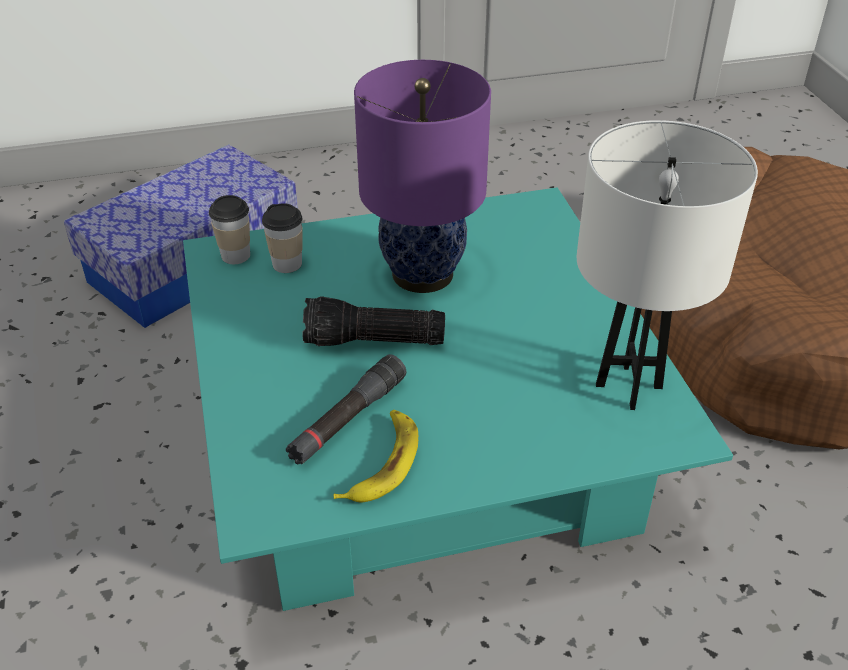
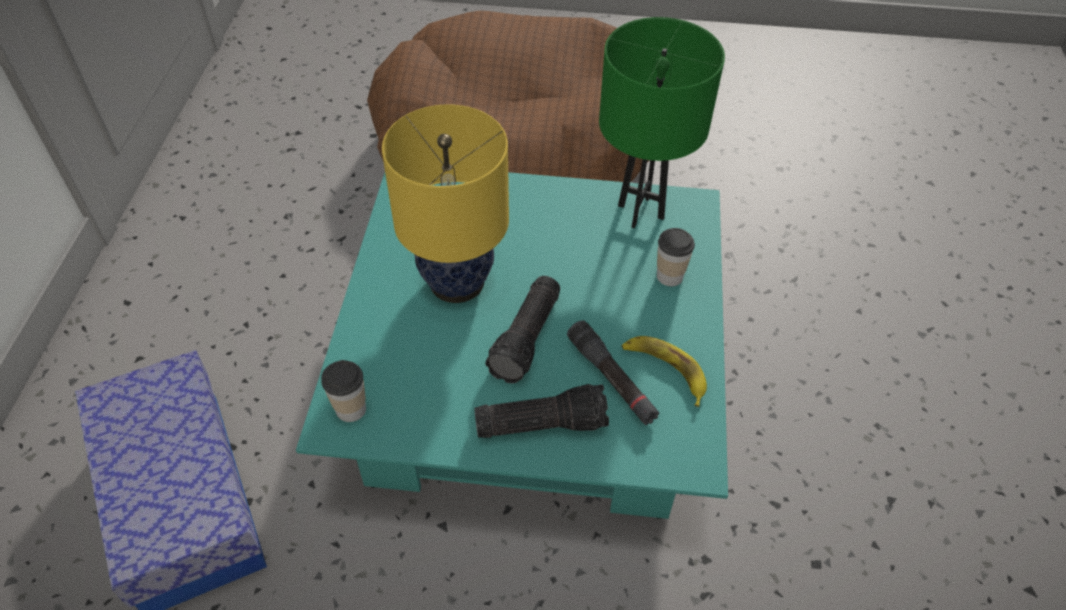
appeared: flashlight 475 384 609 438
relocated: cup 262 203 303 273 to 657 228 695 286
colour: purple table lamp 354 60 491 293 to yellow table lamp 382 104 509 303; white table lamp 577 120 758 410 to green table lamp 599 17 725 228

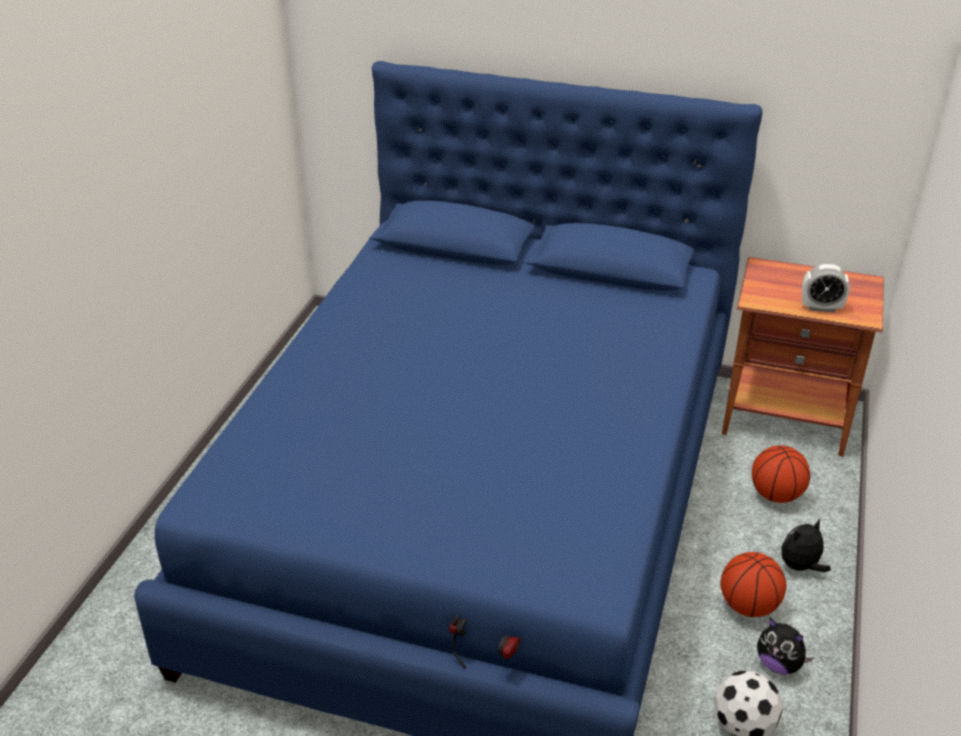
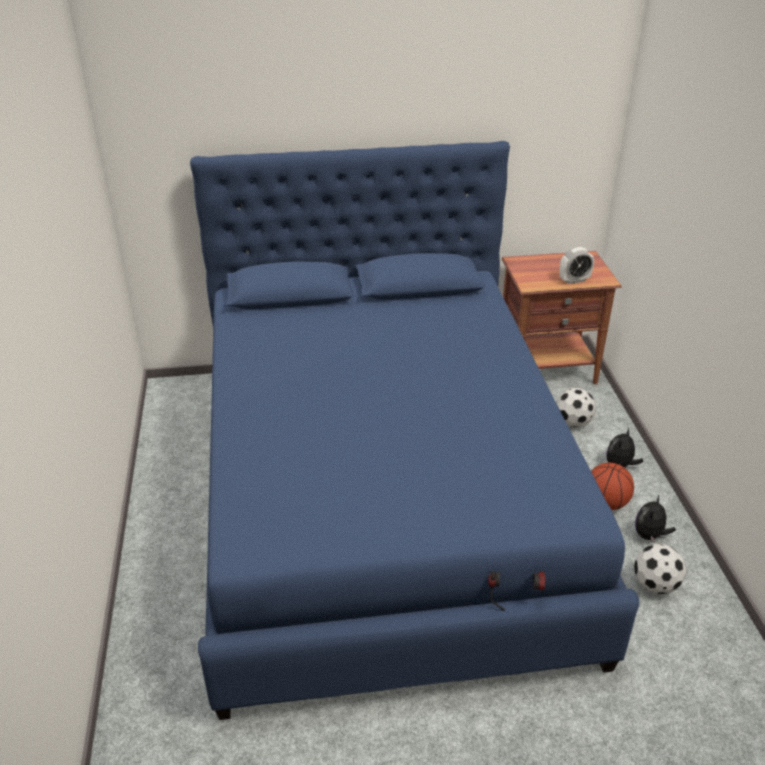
exchanged: basketball 752 445 810 503 to football 556 388 596 427
spun: plush toy 757 618 813 675 = 635 495 676 544 105 degrees clockwise

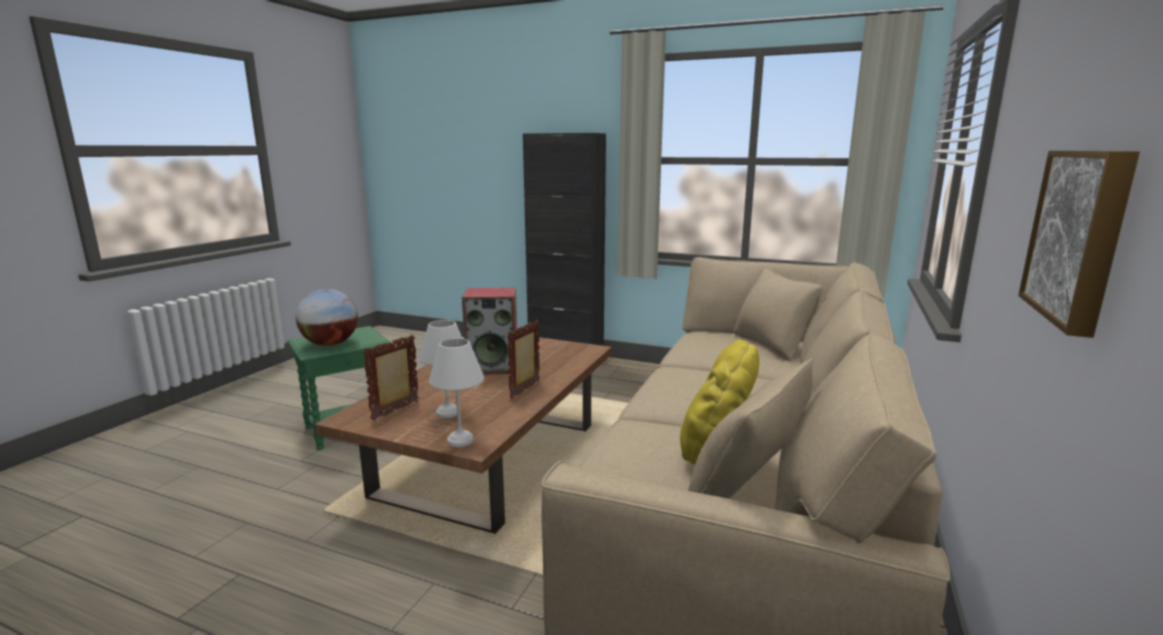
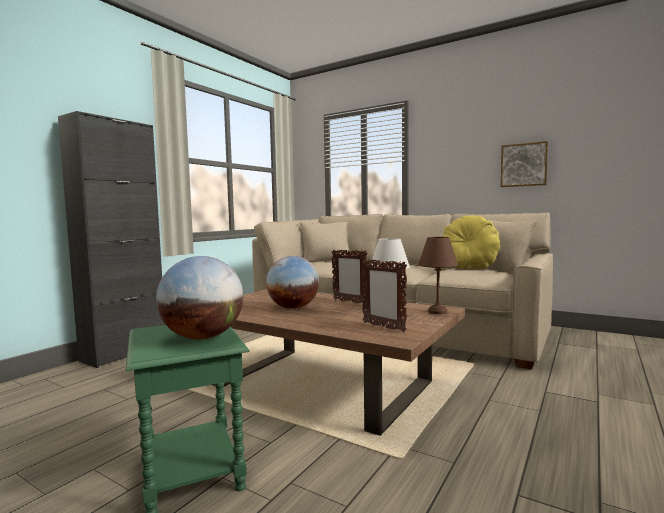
exchanged: speaker 462 288 517 374 to globe 266 256 319 309
colour: white table lamp 429 338 484 447 to brown table lamp 418 237 458 314

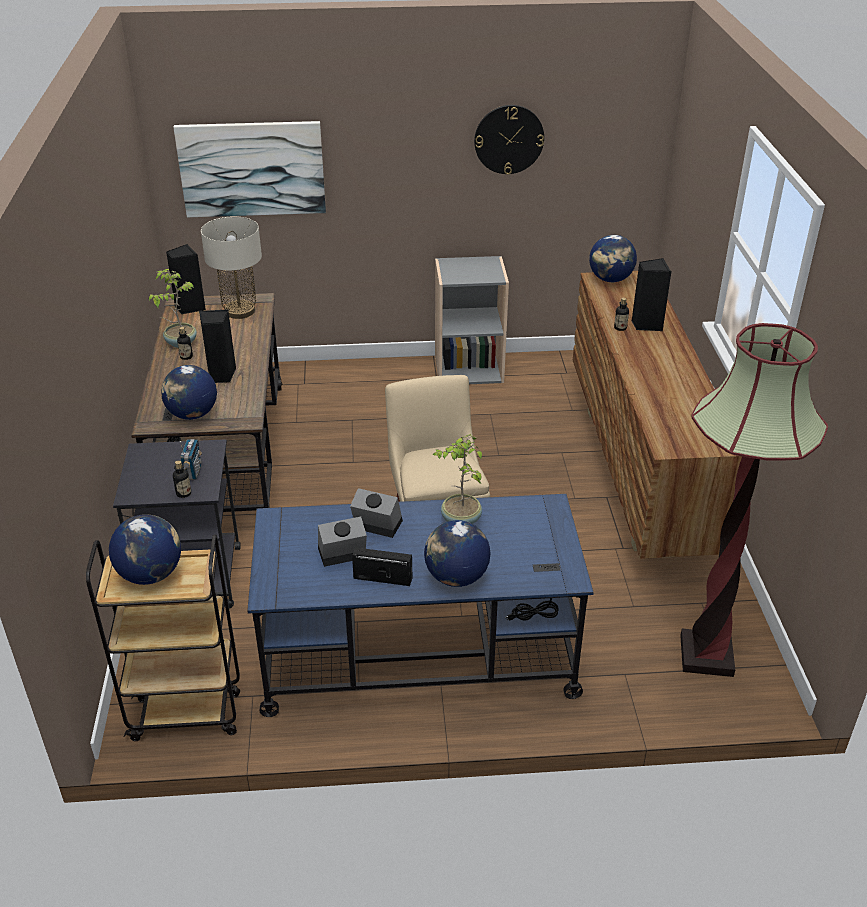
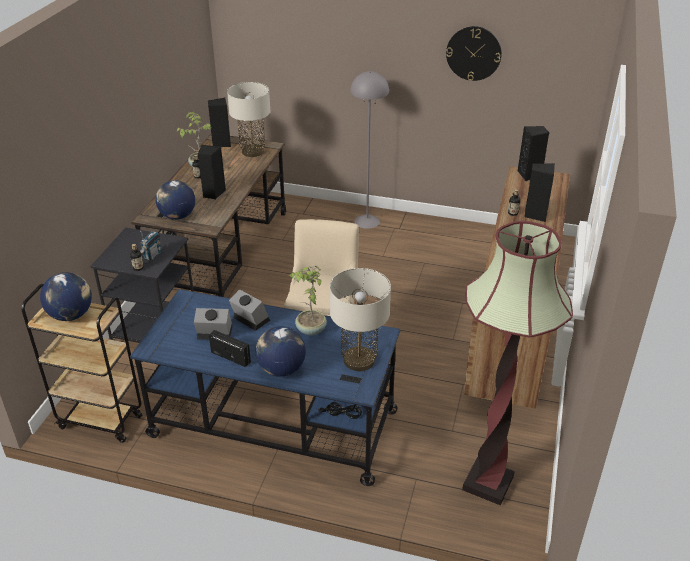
missing: picture 173 121 326 218; grey bookcase 435 256 509 384
appeared: table lamp 330 268 391 371; grey floor lamp 350 71 389 229
exchanged: globe 589 235 637 282 to black speaker 518 126 549 181

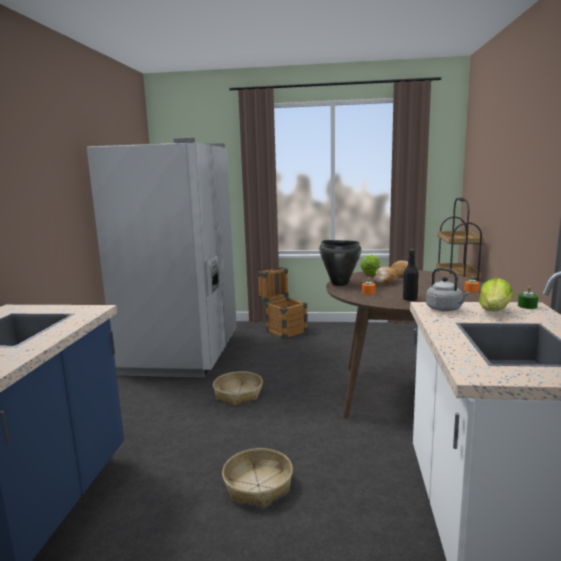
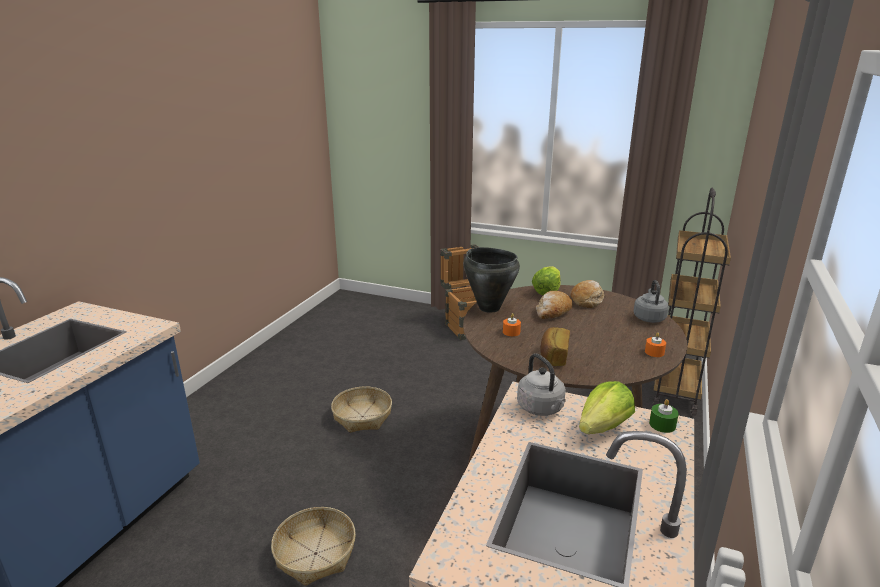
missing: white fridge 87 138 237 377
appeared: grey kettle 634 280 669 323
exchanged: black bottle 403 249 418 301 to bread 541 327 570 366

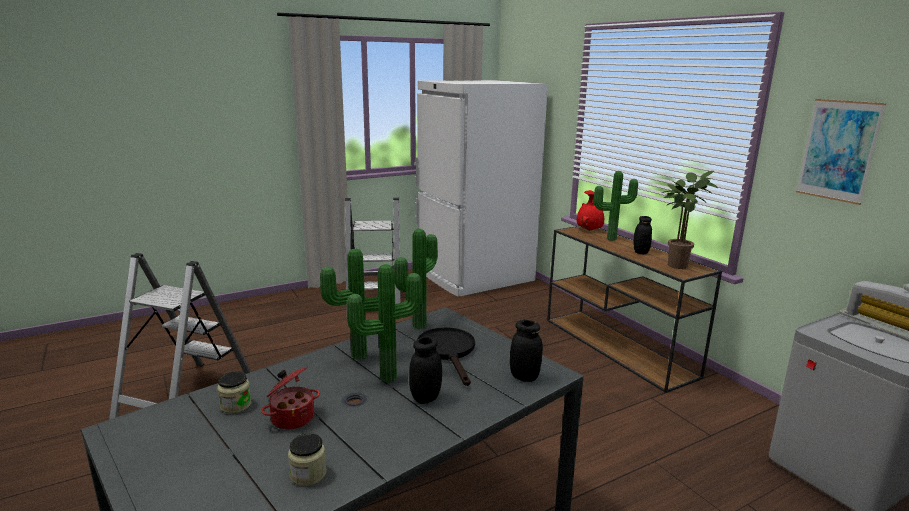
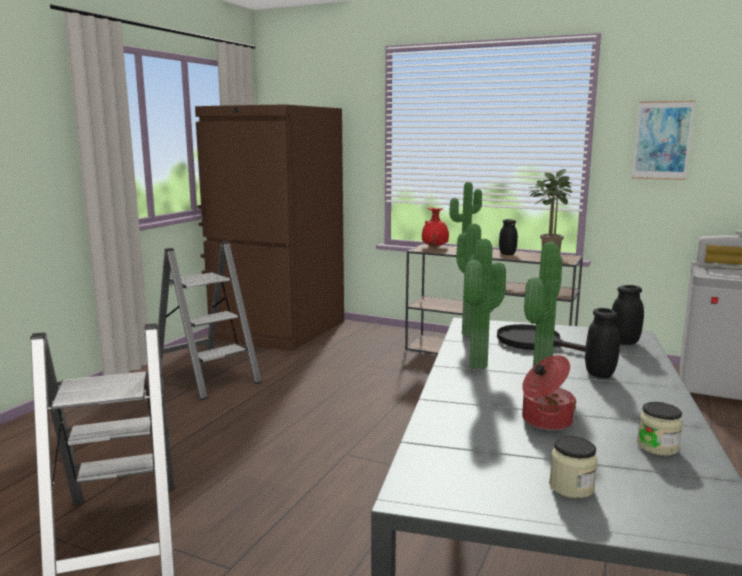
relocated: jar 217 371 251 414 to 549 436 598 498
colour: white fridge 414 80 548 297 to brown fridge 195 105 344 351

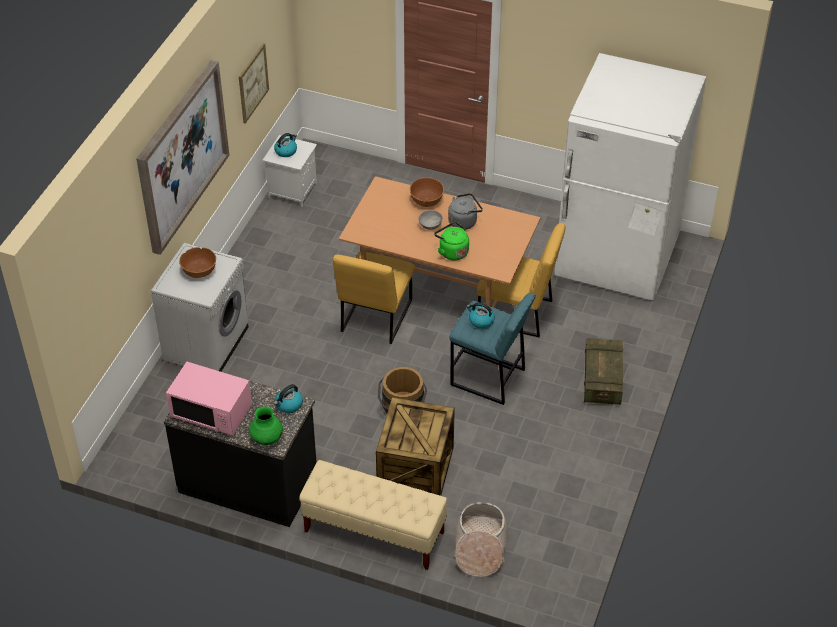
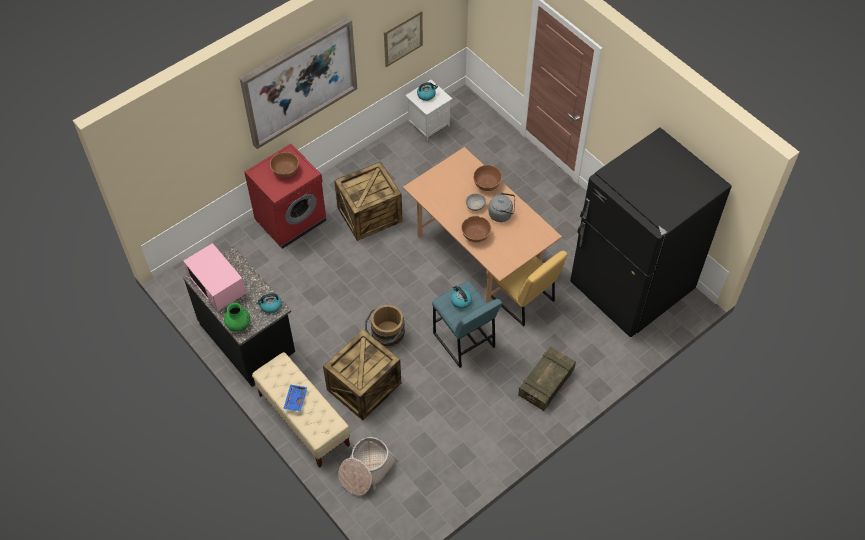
missing: yellow chair 333 252 415 344
appeared: blue tray 283 384 307 412; crate 334 162 403 241
exchanged: green kettle 434 222 469 260 to brown bowl 461 216 491 243
colour: white washing machine 151 243 249 372 to red washing machine 244 144 327 249; white fridge 554 53 706 300 to black fridge 570 127 732 337

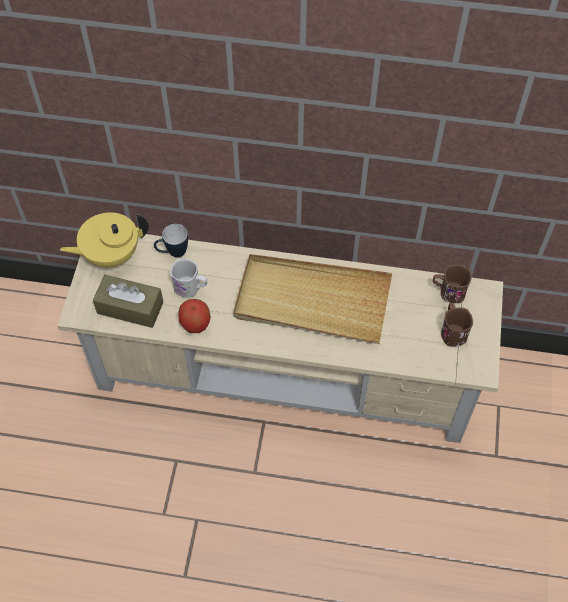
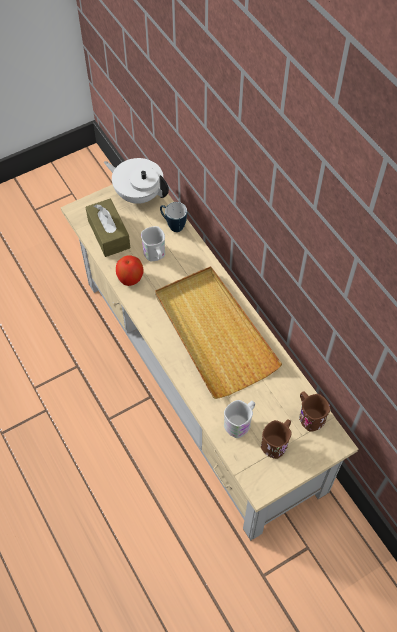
appeared: white mug 224 400 255 438
colour: yellow teapot 60 212 149 267 to white teapot 104 158 169 204

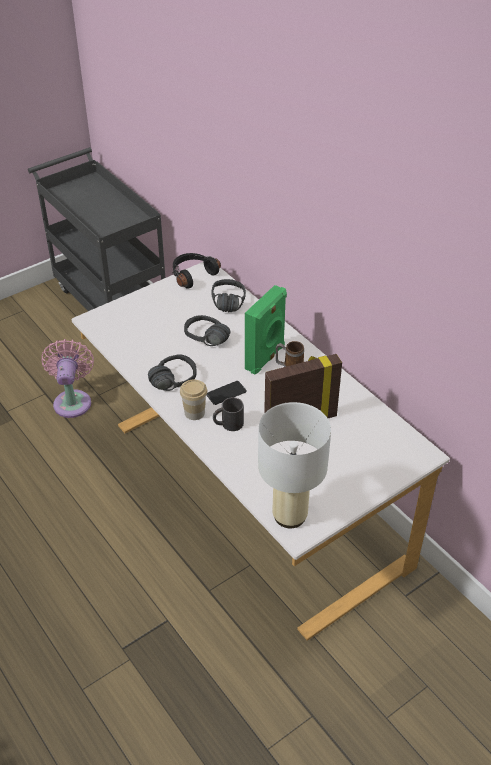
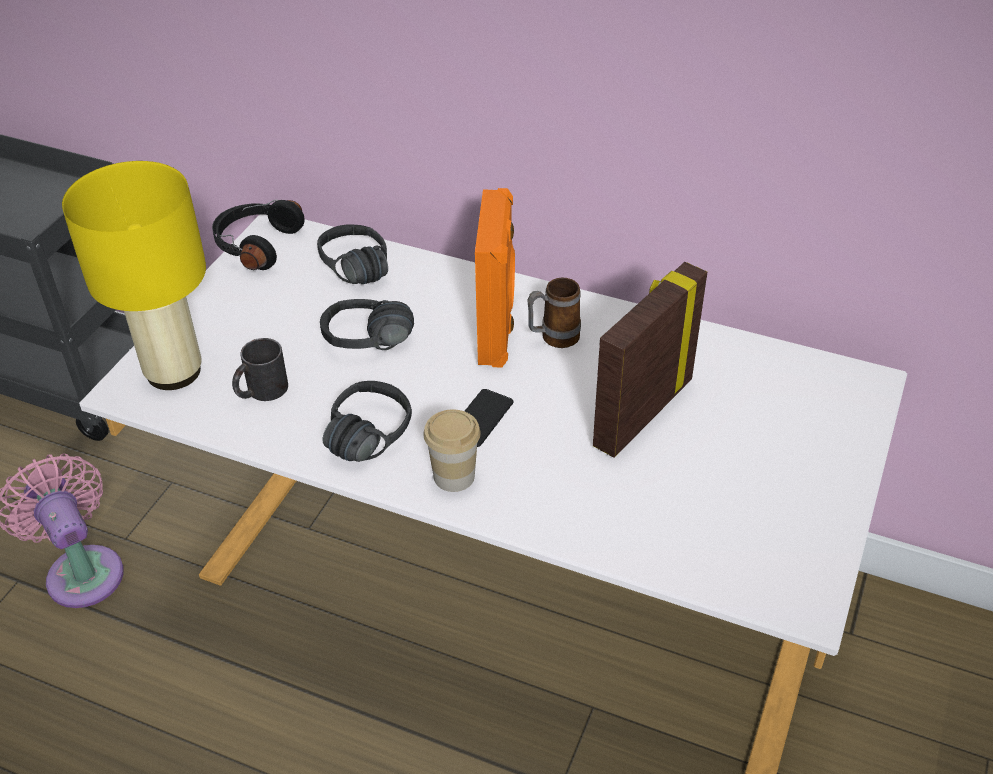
missing: white table lamp 258 402 331 528
appeared: yellow table lamp 62 161 206 390
relocated: black mug 213 397 244 431 to 232 338 288 401
colour: green speaker 245 285 287 375 to orange speaker 475 188 515 368

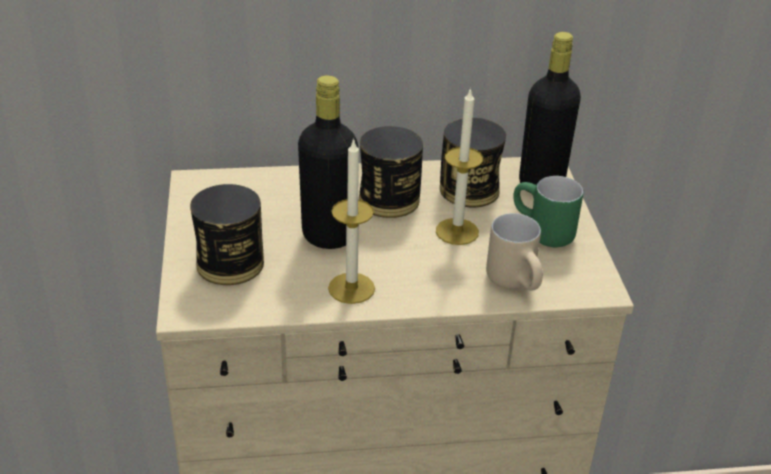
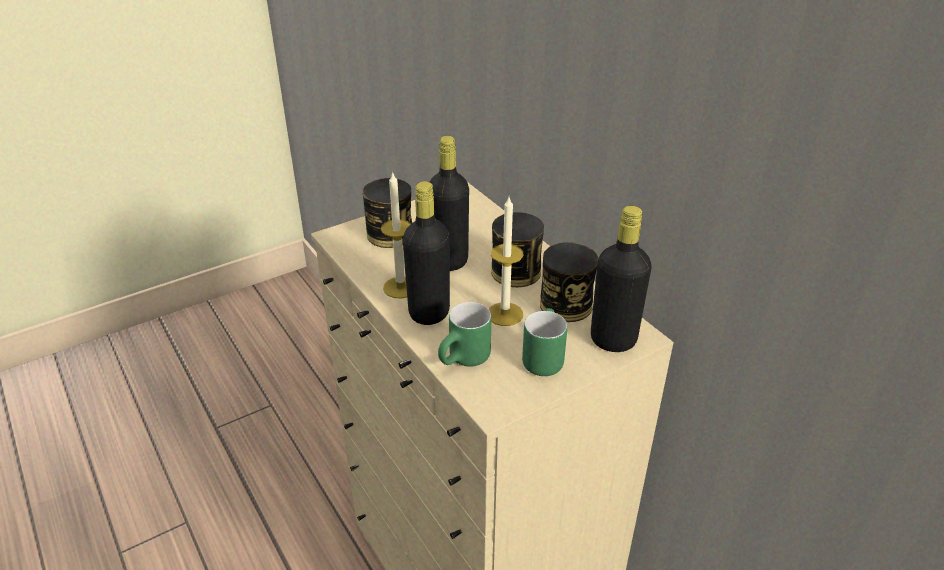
appeared: black bottle 403 181 450 325
colour: beige mug 486 213 543 291 to green mug 438 302 491 366

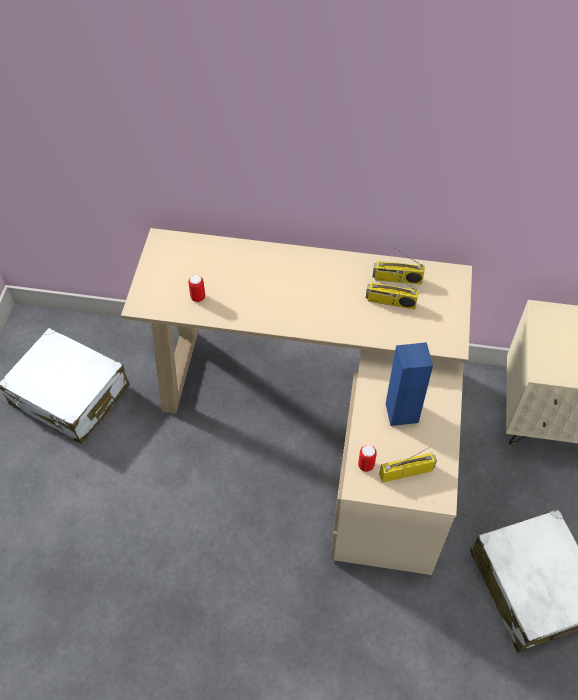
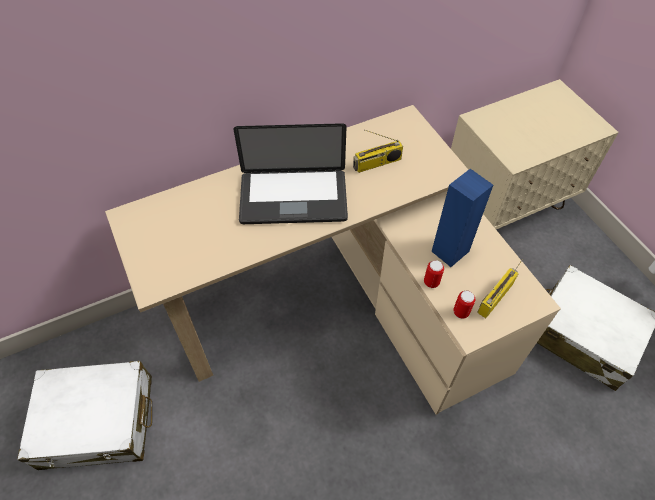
missing: radio 373 243 424 285
appeared: laptop 234 123 348 224
relocated: can 188 275 205 302 to 424 260 444 288

